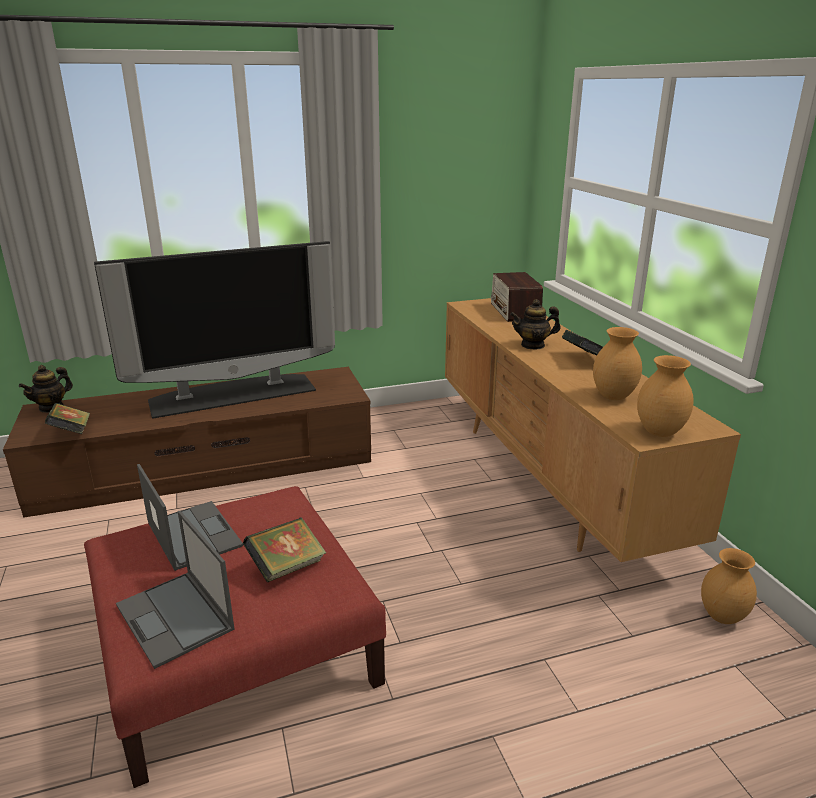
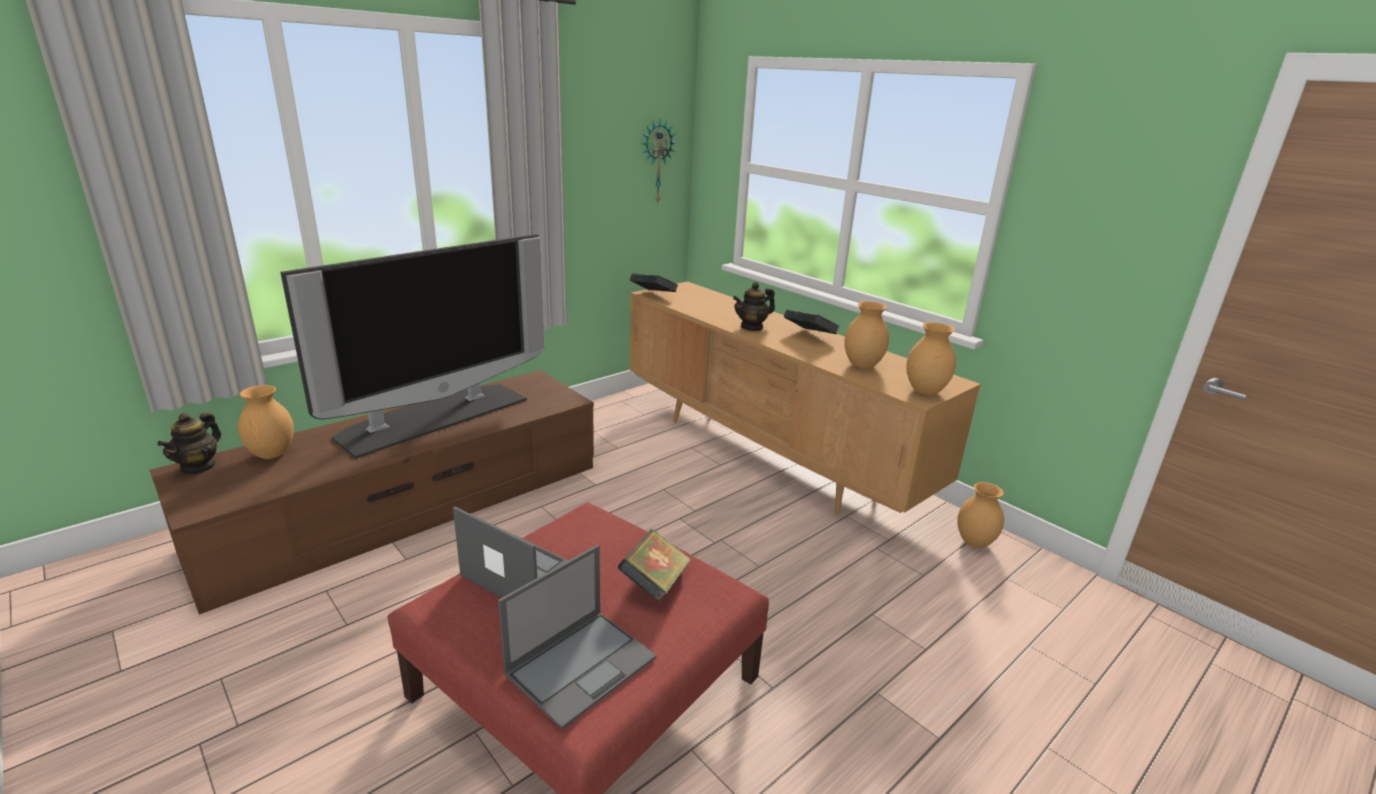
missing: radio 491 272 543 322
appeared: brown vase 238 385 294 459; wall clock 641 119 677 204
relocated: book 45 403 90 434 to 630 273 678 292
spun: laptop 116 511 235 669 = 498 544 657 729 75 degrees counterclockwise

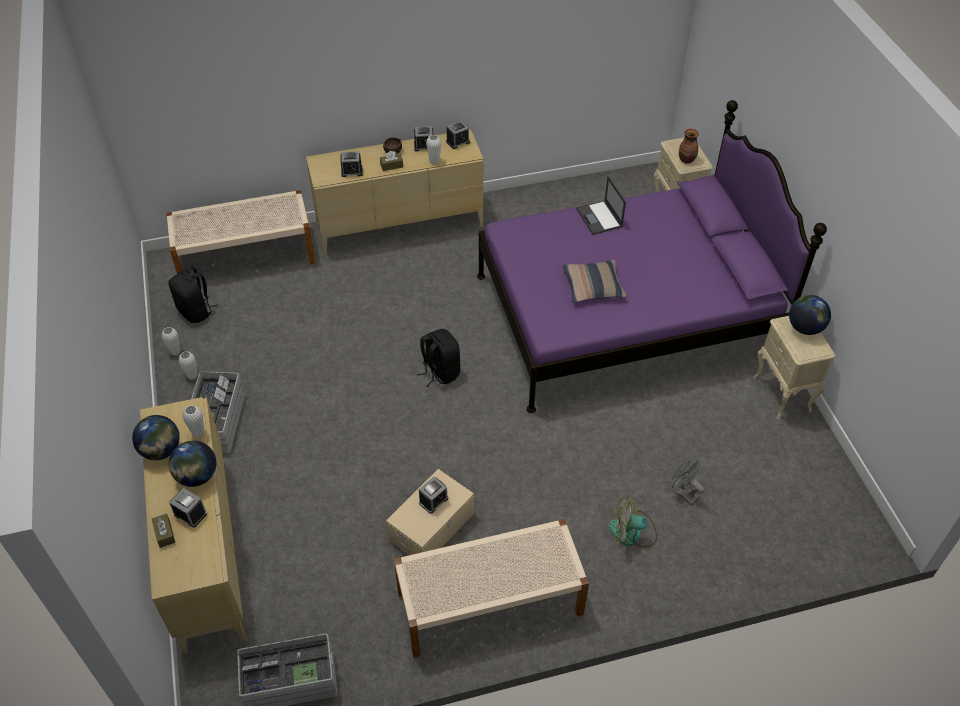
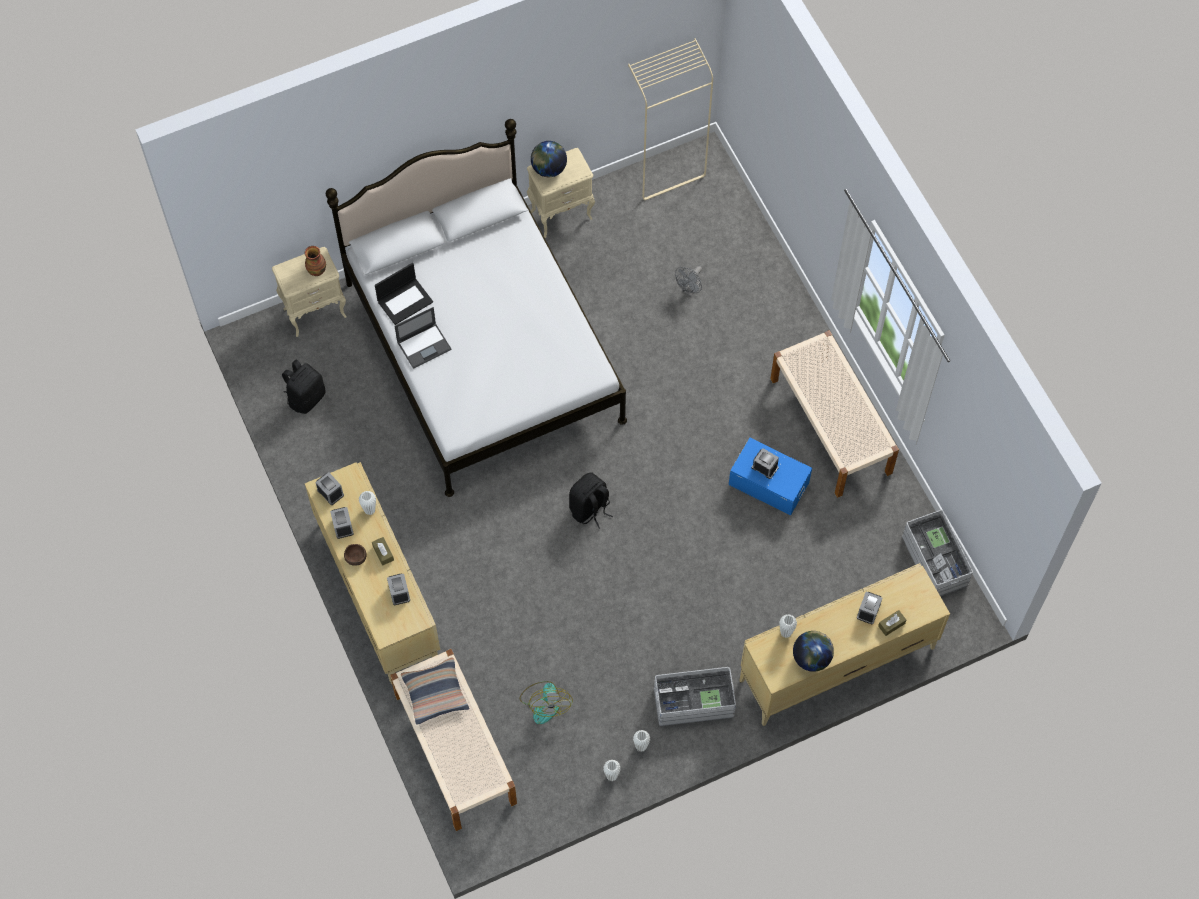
missing: globe 169 441 217 487
appeared: laptop 375 263 433 325; beige clothes rack 628 38 713 200
relocated: black backpack 168 265 218 323 to 282 359 325 414; pillow 563 260 627 303 to 401 657 469 725; fan 609 497 657 547 to 520 681 573 724
colour: purple bed 477 100 827 413 to white bed 325 119 627 497; beige storage box 386 469 474 565 to blue storage box 729 438 812 516

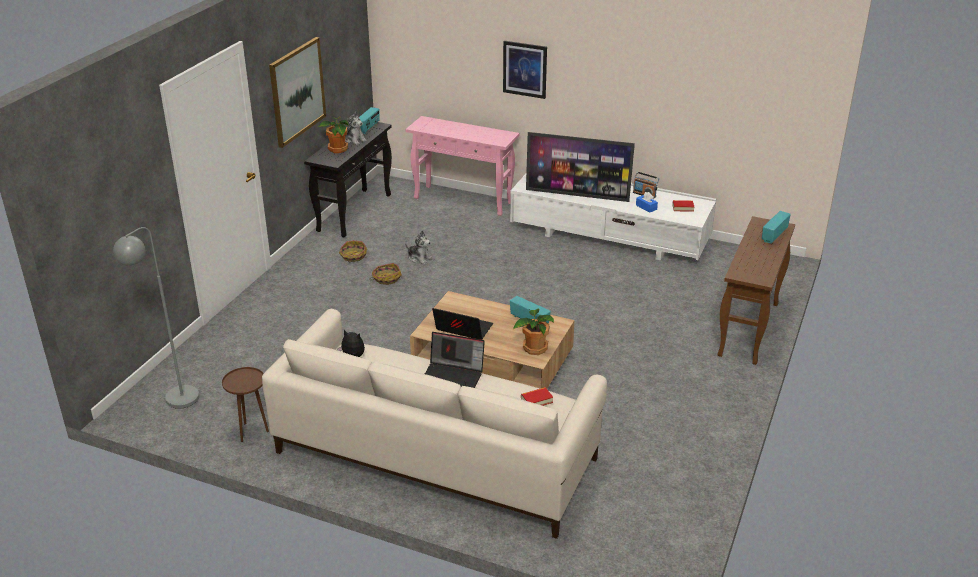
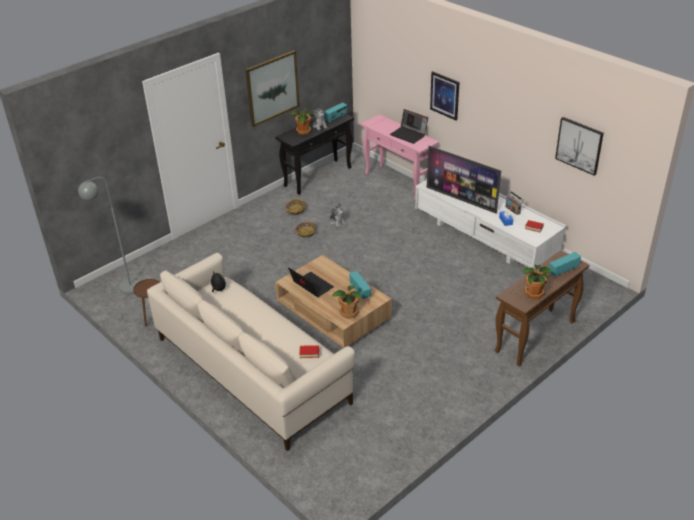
appeared: potted plant 523 265 552 299; picture 555 117 604 176
relocated: laptop 425 332 485 388 to 390 109 428 144

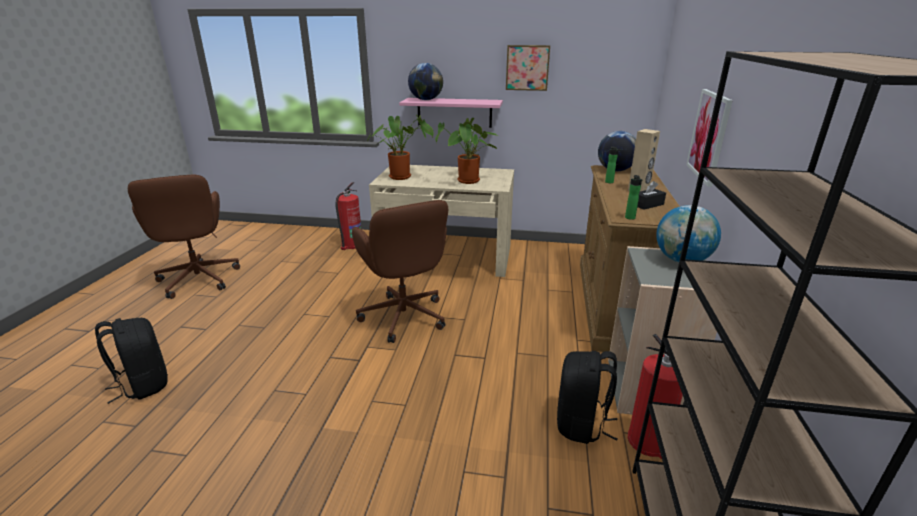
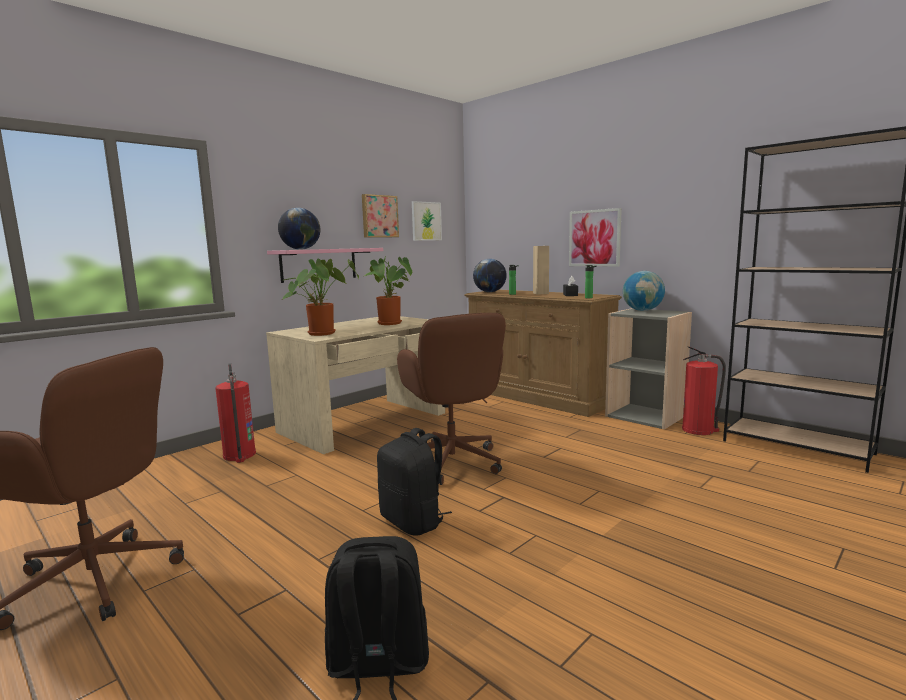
appeared: picture 412 201 442 241
relocated: black backpack 557 351 618 444 to 377 428 452 536
spun: brown office chair 352 200 448 343 = 397 313 506 485 60 degrees clockwise

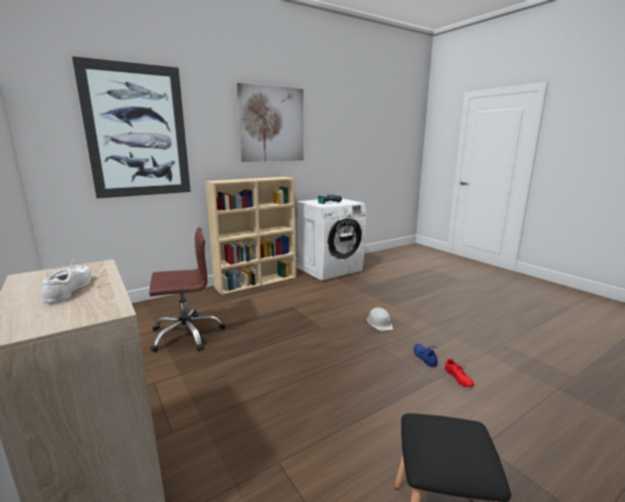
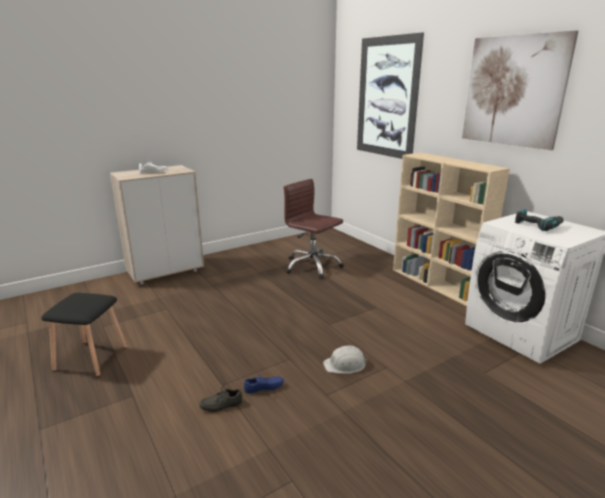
colour: red shoe 445 359 474 387 to grey shoe 199 383 243 412
spun: brown office chair 149 227 226 352 = 283 179 344 279 150 degrees clockwise

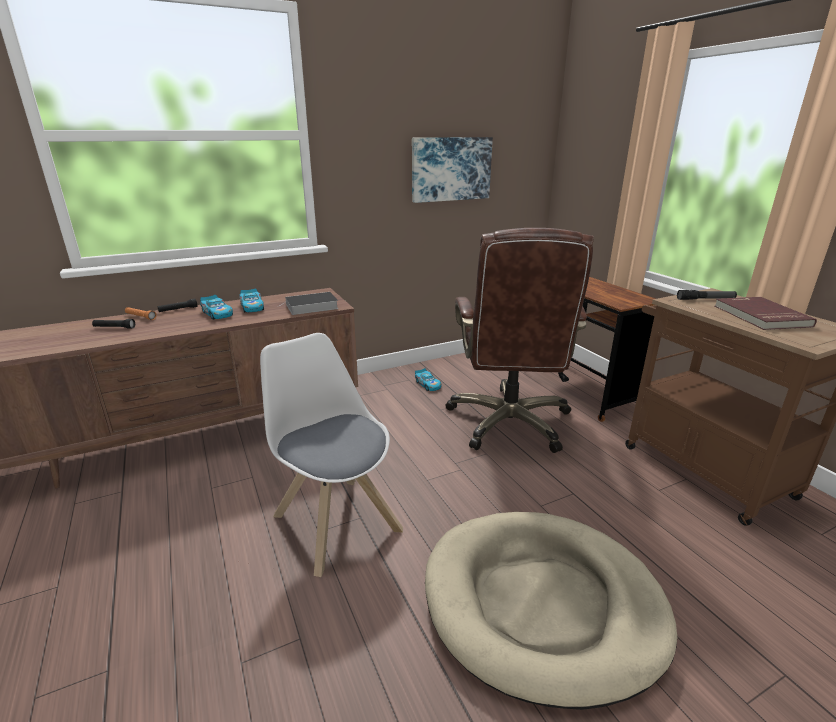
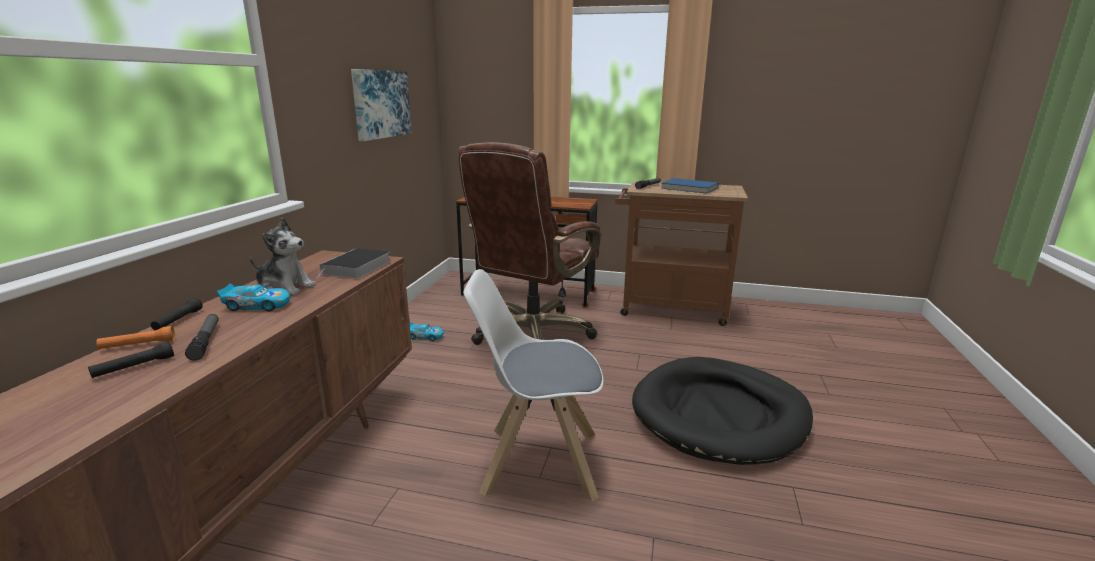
appeared: flashlight 185 314 219 361
exchanged: toy car 239 289 264 312 to plush toy 250 218 316 295
colour: beige dog bed 425 512 677 710 to black dog bed 632 357 813 465; red book 715 297 817 330 to blue book 661 178 719 194
spun: brown office chair 445 228 594 453 = 459 142 601 345 75 degrees clockwise

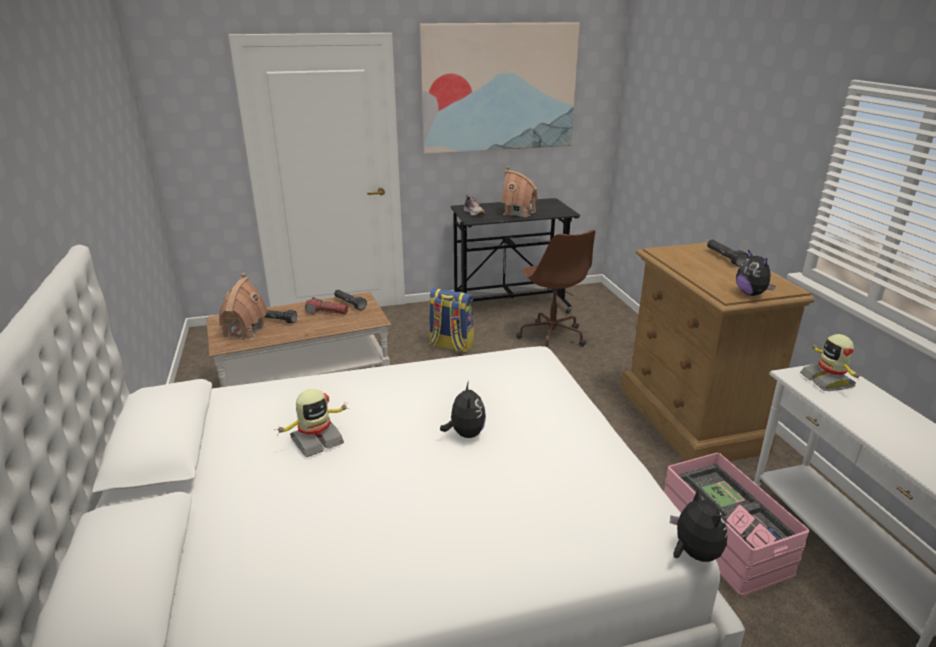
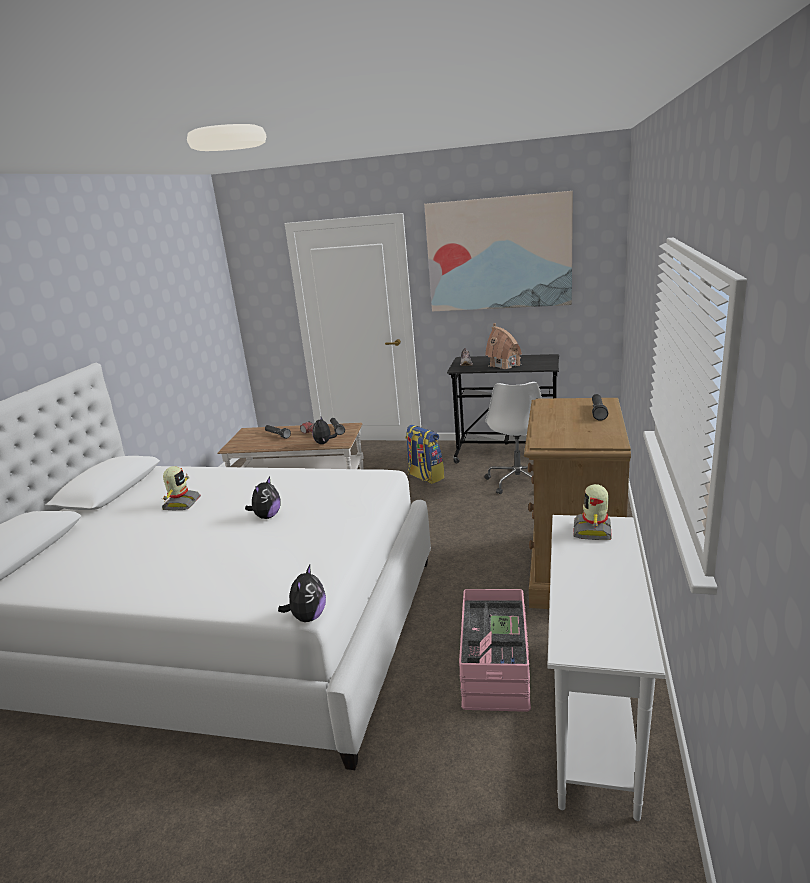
missing: toy house 219 273 268 340
relocated: plush toy 736 250 776 296 to 313 417 337 444
colour: brown office chair 516 230 595 348 to white office chair 484 382 542 494
spun: toy robot 274 389 349 457 = 162 466 201 510 75 degrees counterclockwise

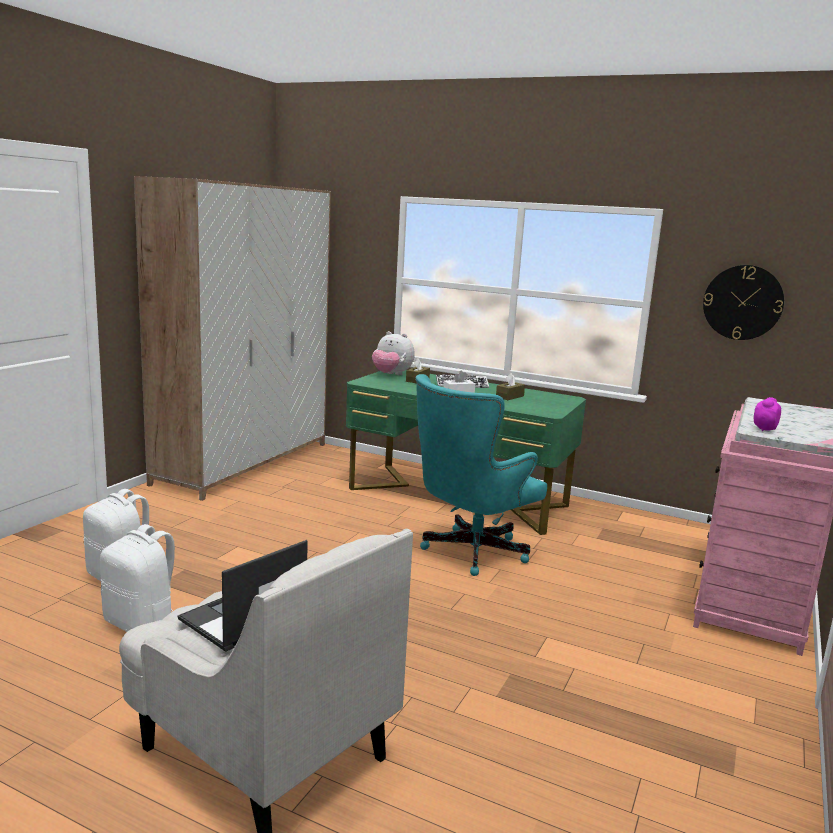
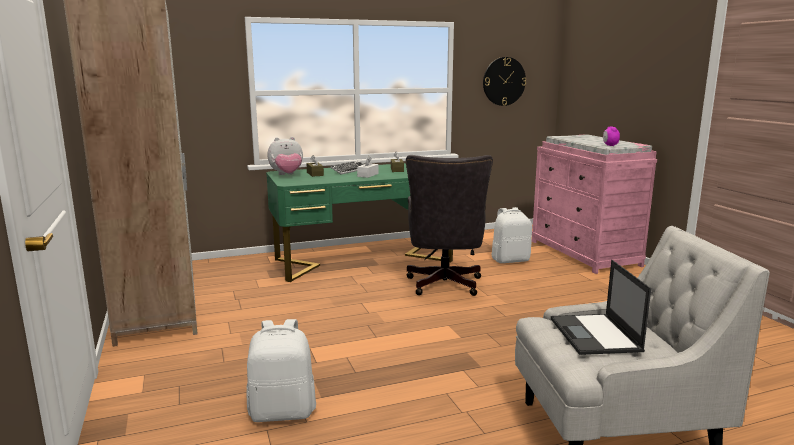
relocated: white backpack 100 524 175 632 to 491 207 532 263
colour: turquoise office chair 416 374 547 576 to grey office chair 406 155 493 296

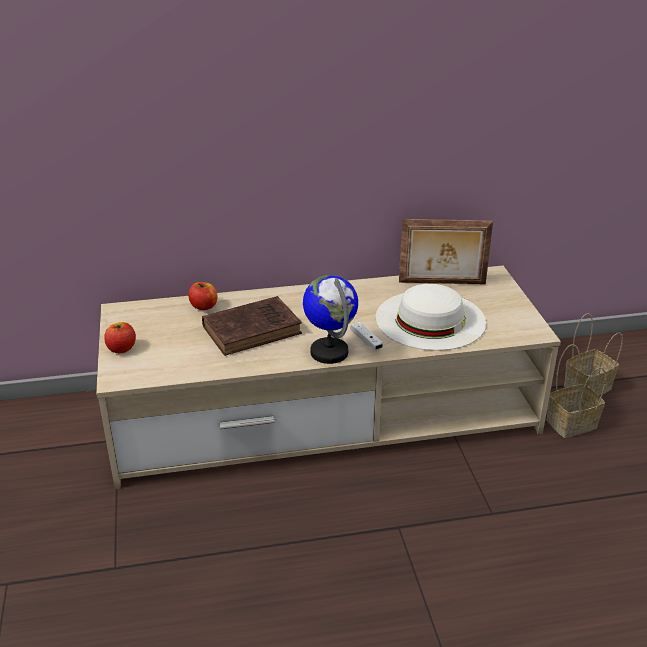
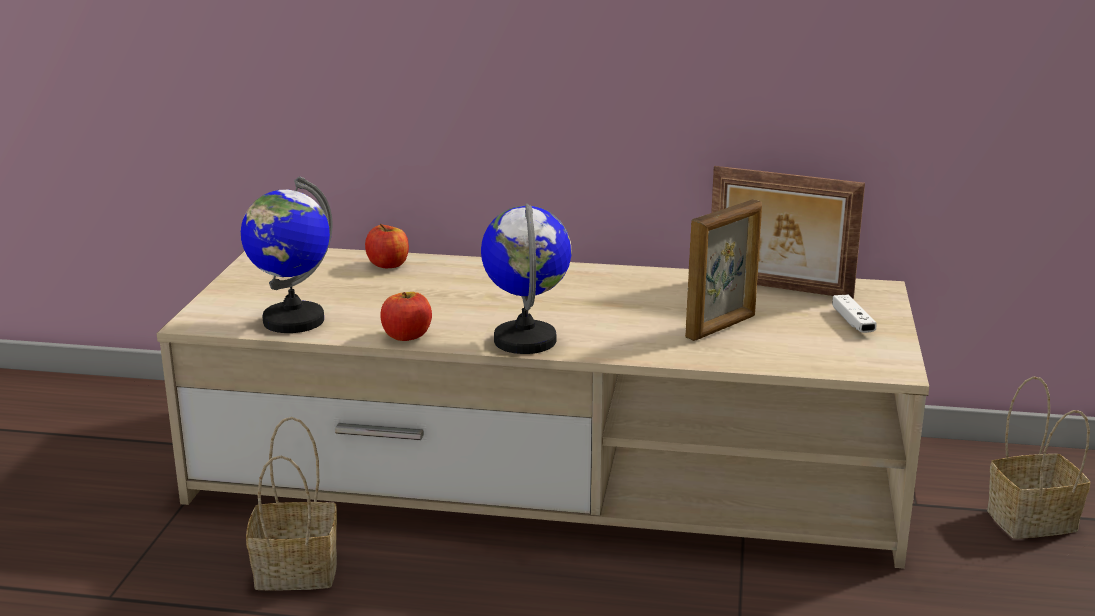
missing: brown book 202 296 302 356
appeared: globe 241 176 333 333
relocated: basket 546 344 606 438 to 246 417 337 591; apple 104 322 136 353 to 380 292 432 341; white game controller 351 322 383 350 to 832 295 877 333
exchanged: white hat 376 284 486 351 to picture frame 685 199 762 341

